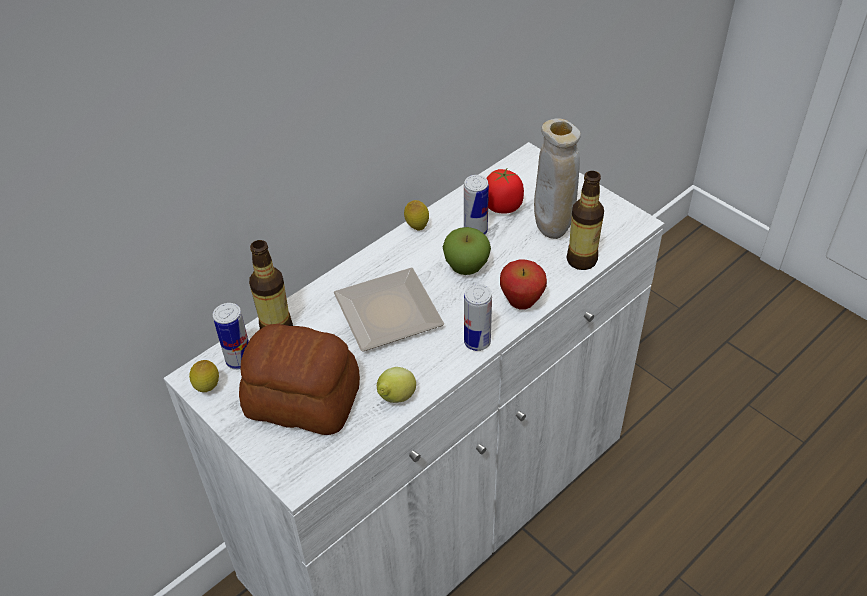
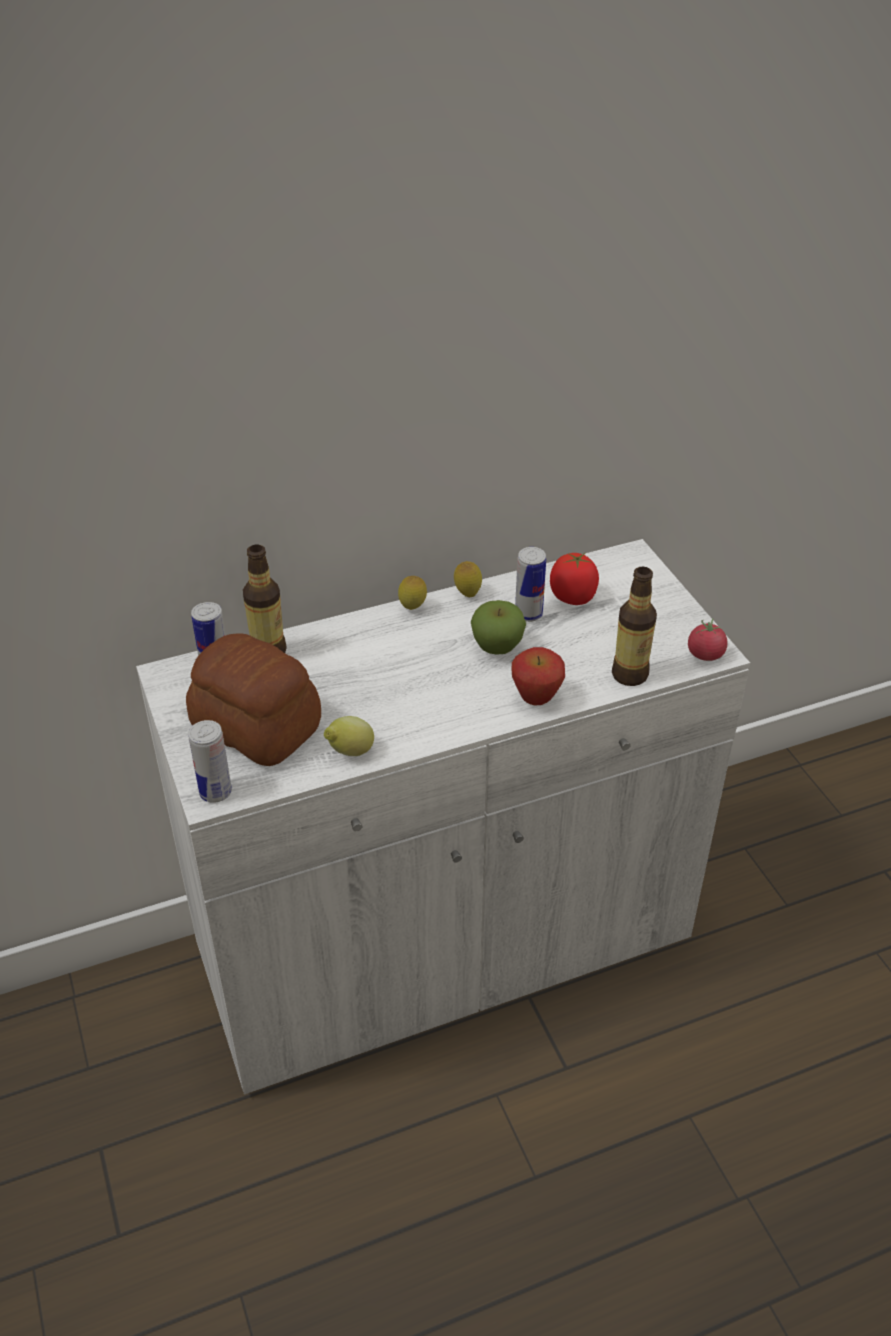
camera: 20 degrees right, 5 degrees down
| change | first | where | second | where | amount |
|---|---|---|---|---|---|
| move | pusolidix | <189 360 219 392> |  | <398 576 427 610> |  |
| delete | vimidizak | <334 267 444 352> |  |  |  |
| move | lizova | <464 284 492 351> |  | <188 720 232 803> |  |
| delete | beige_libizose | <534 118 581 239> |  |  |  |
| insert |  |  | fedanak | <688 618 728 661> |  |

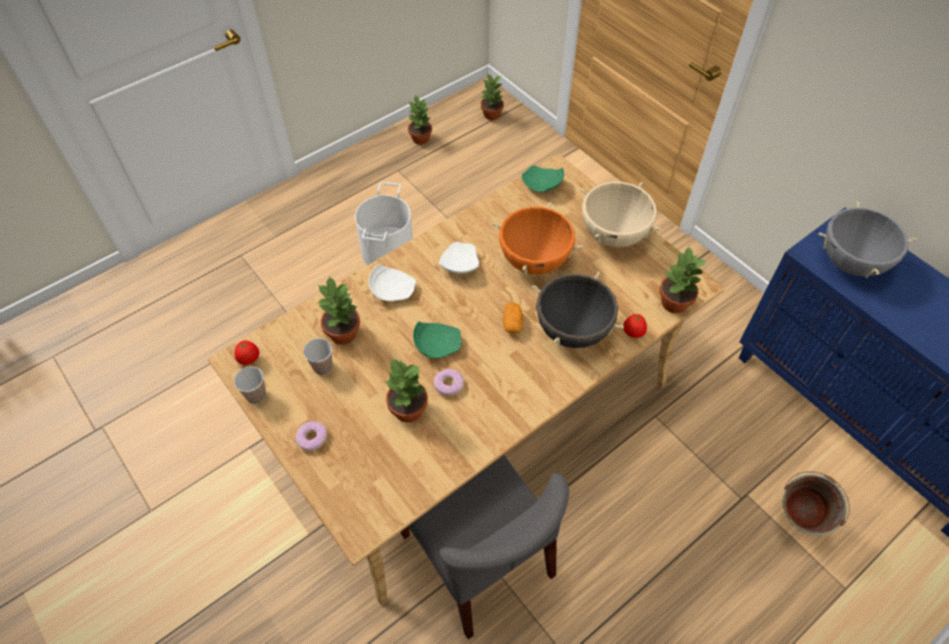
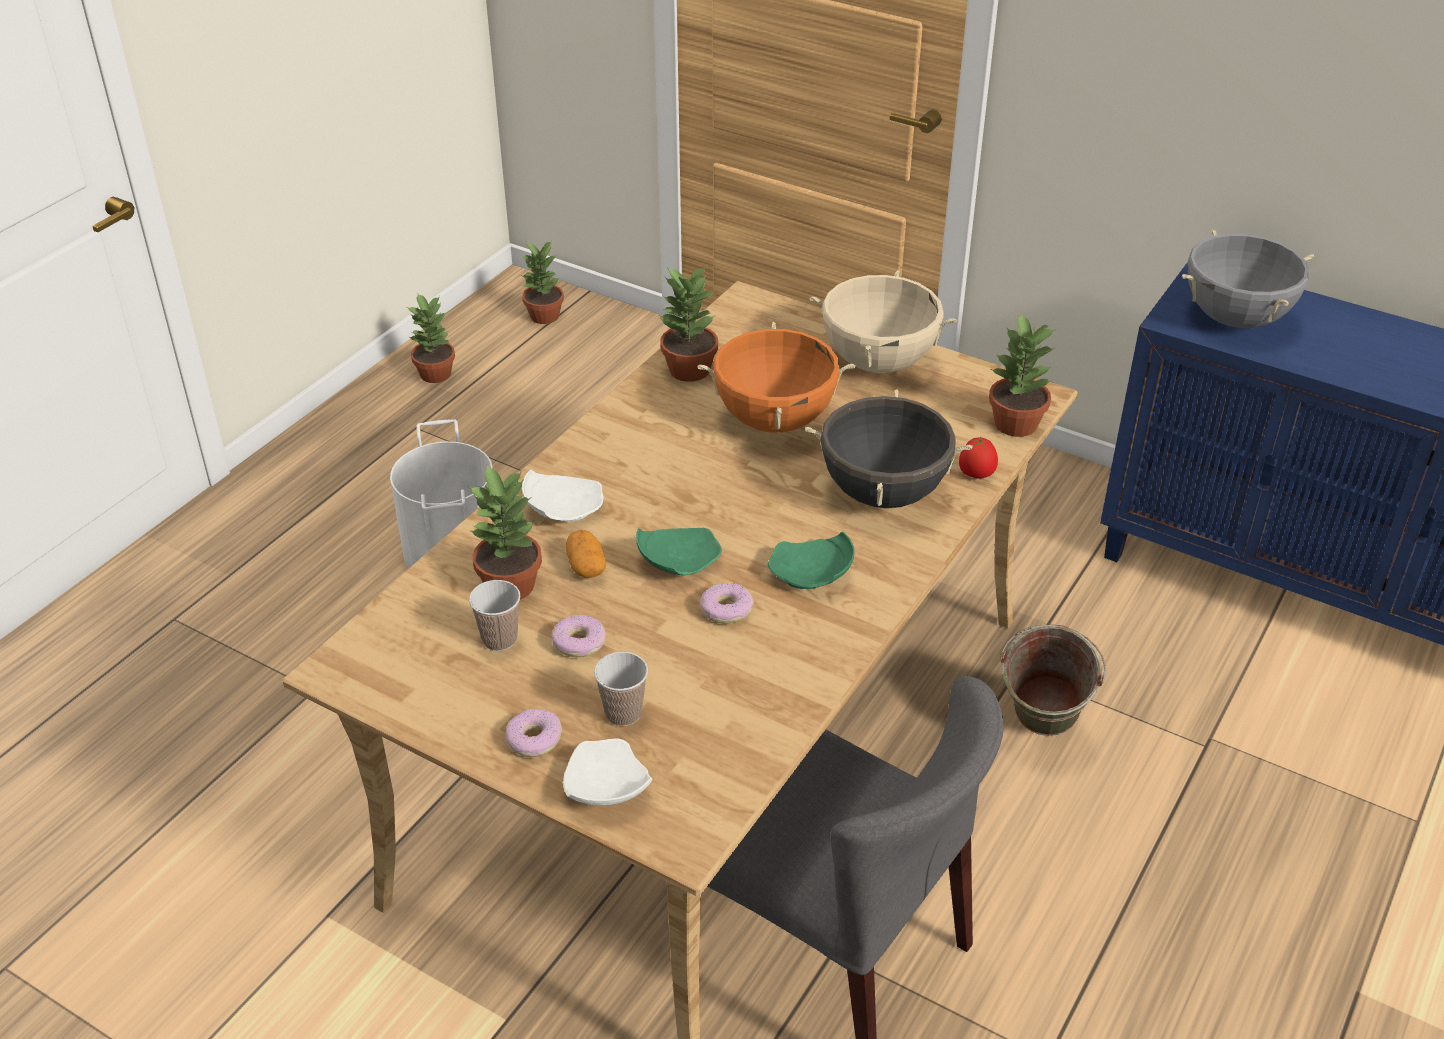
camera: 20 degrees left, 15 degrees down
| change | first | where | second | where | amount |
|---|---|---|---|---|---|
| move | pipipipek | <234 366 266 404> |  | <594 652 648 726> |  |
| delete | fedanak | <235 341 259 365> |  |  |  |
| move | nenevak | <384 358 428 422> |  | <659 267 718 382> |  |
| move | white_vimidizak | <439 242 479 274> |  | <563 739 653 806> |  |
| move | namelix | <503 303 523 334> |  | <566 530 606 578> |  |
| move | green_vimidizak | <522 165 564 192> |  | <768 532 855 589> |  |
| move | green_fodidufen | <782 471 850 535> |  | <1000 625 1106 736> |  |
| insert |  |  | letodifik | <551 615 605 657> |  |

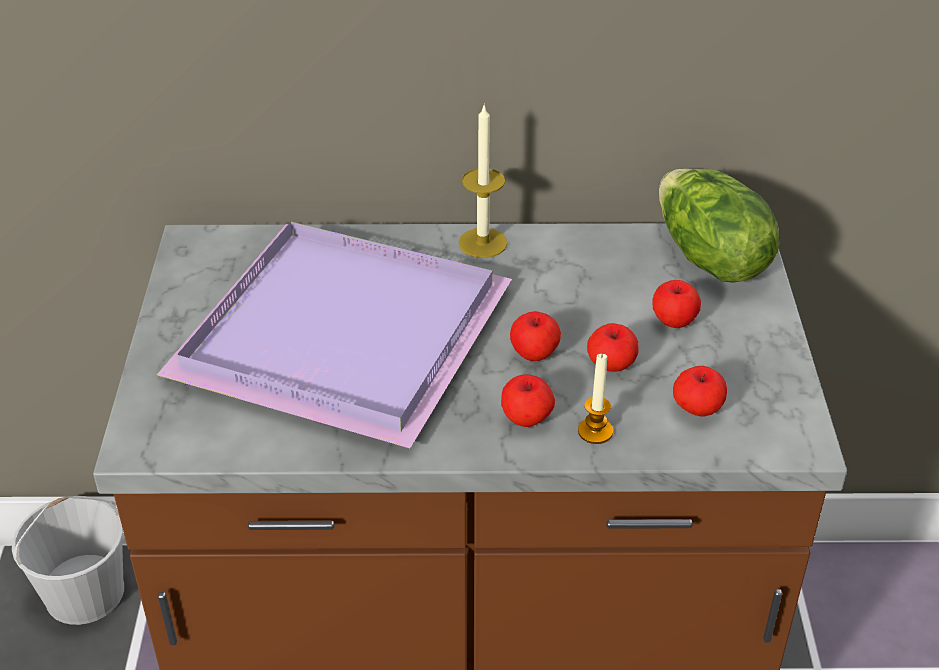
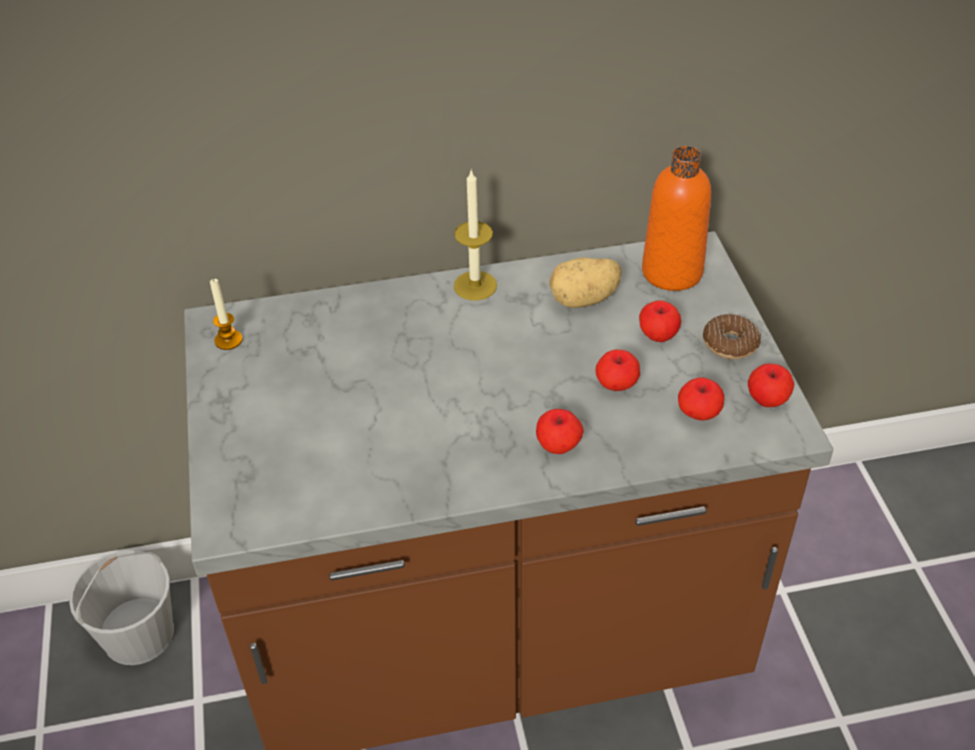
camera: 10 degrees left, 5 degrees up
| change | first | where | second | where | amount |
|---|---|---|---|---|---|
| delete | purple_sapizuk | <157 222 512 448> |  |  |  |
| move | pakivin | <510 311 561 361> |  | <748 363 794 407> |  |
| move | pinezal | <578 353 613 444> |  | <210 278 243 350> |  |
| replace | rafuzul | <659 169 780 283> | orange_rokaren | <642 146 711 291> |  |
| insert |  |  | namelix | <549 257 621 308> |  |
| insert |  |  | letodifik | <703 314 761 359> |  |

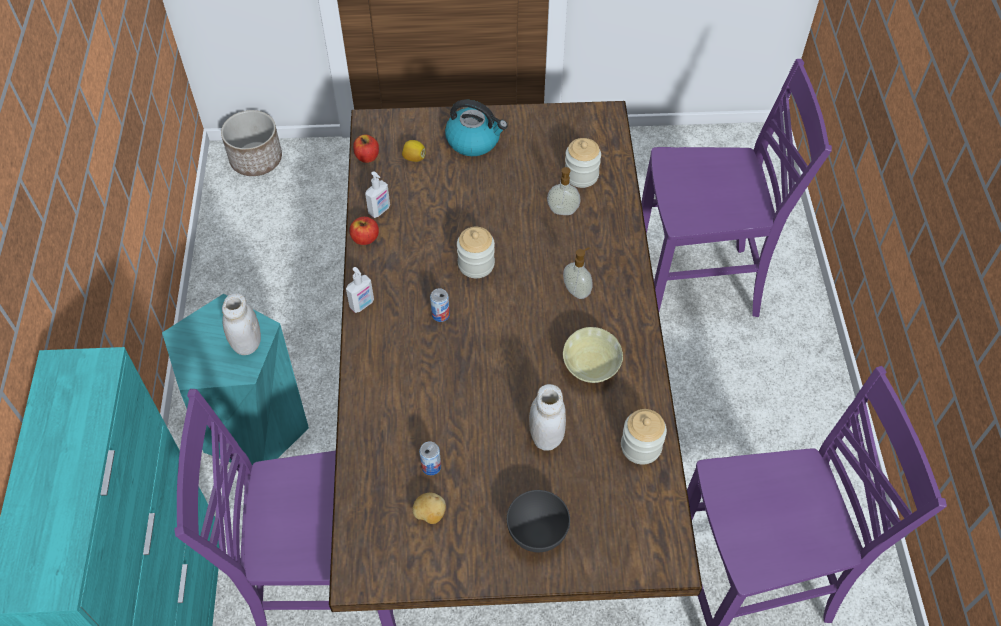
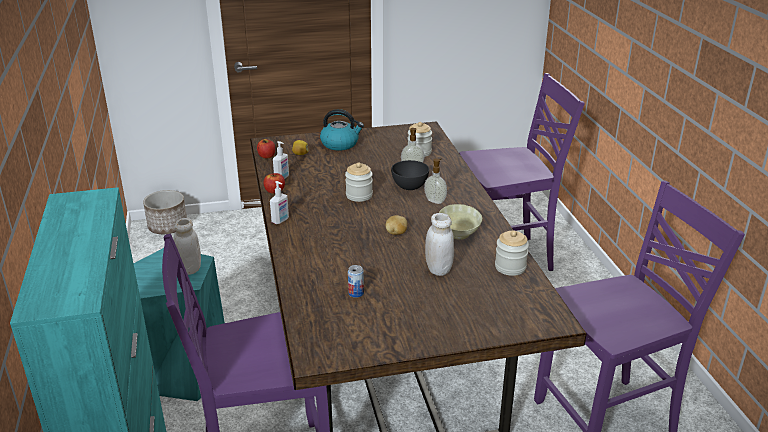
camera: 10 degrees left, 25 degrees down
| change | first | where | second | where | amount |
|---|---|---|---|---|---|
| move | namelix | <412 493 446 524> |  | <386 215 407 235> |  |
| delete | lizova | <430 288 450 322> |  |  |  |
| move | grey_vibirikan | <507 490 570 552> |  | <391 160 429 190> |  |

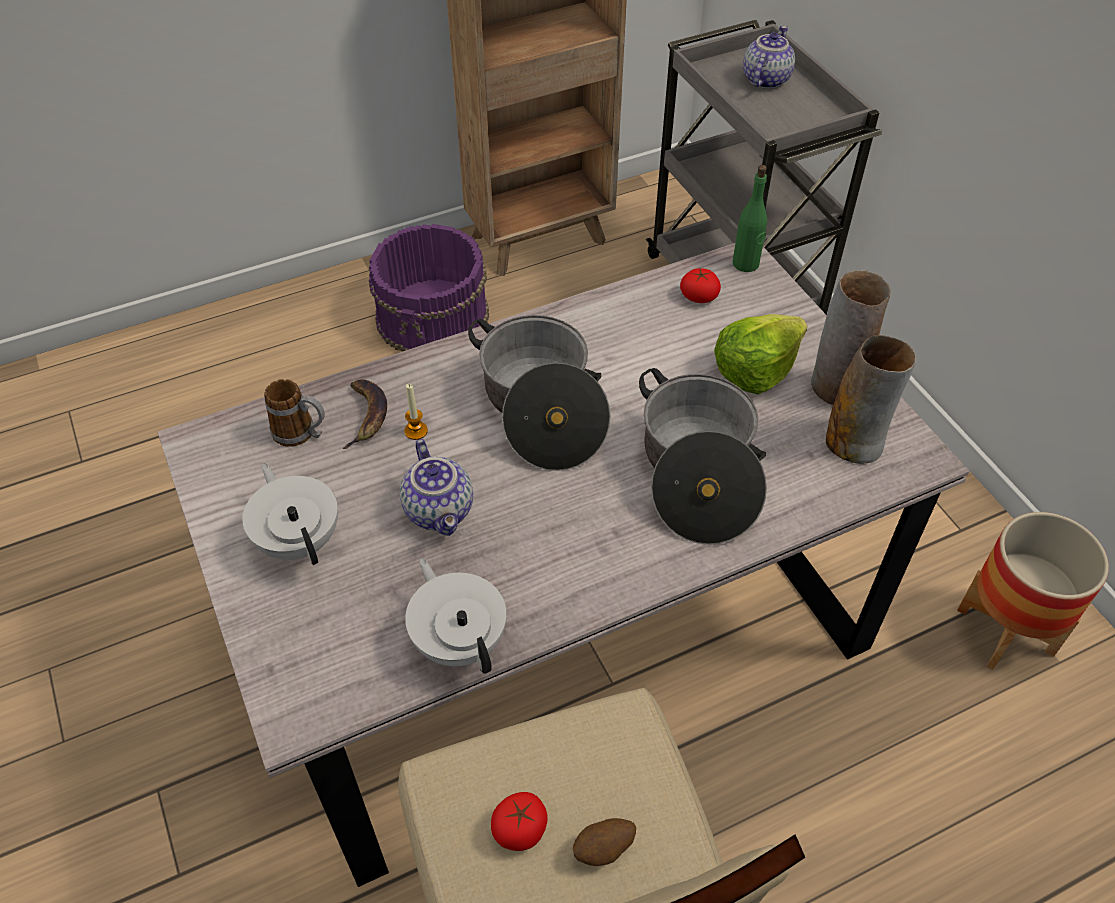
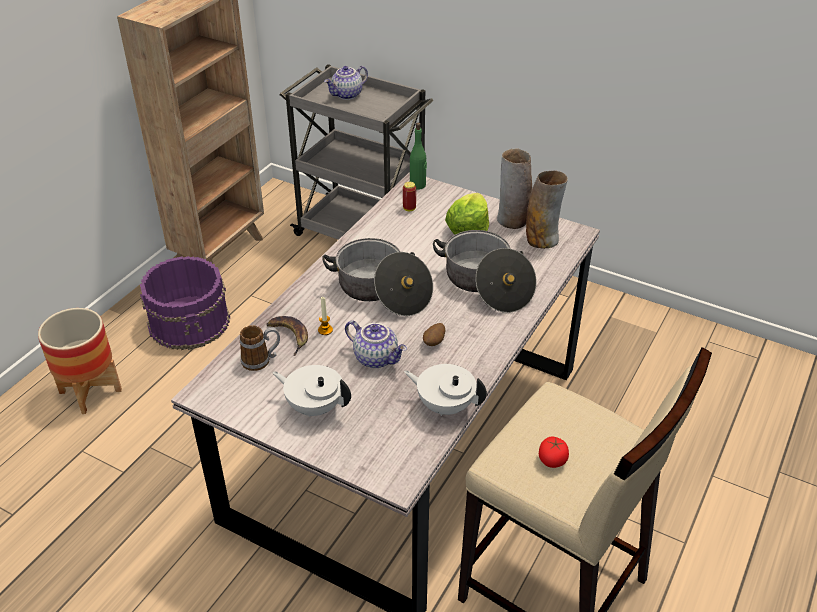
camera: 35 degrees left, 10 degrees down
| change | first | where | second | where | amount |
|---|---|---|---|---|---|
| move | namelix | <573 818 636 866> |  | <423 323 445 346> |  |
| replace | fedanak | <680 268 721 303> | lizova | <403 182 416 211> |  |
| rotate | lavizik | <743 26 795 89> |  | <324 66 368 100> | 120 degrees counterclockwise |
| move | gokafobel | <957 512 1109 670> |  | <38 308 122 414> |  |

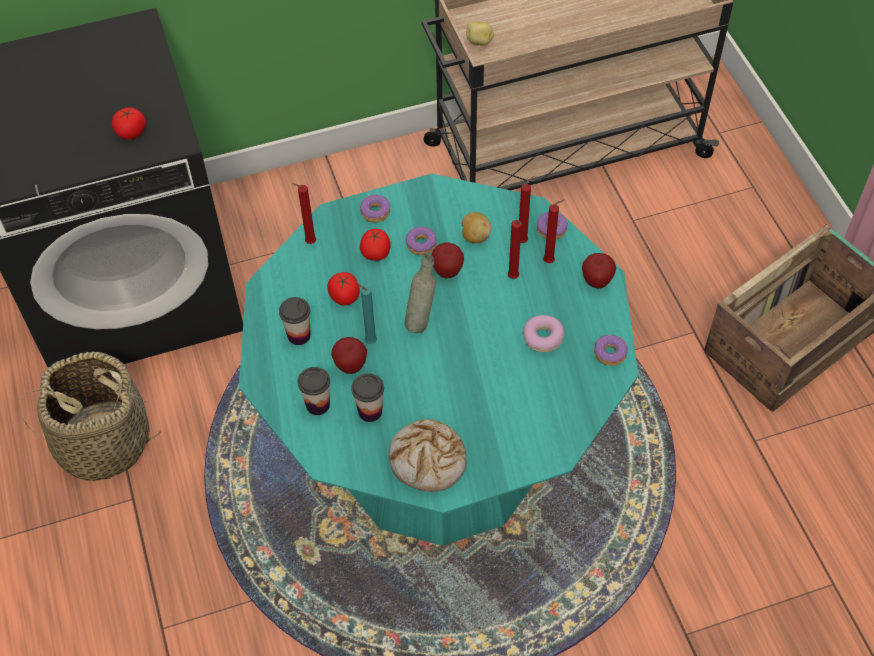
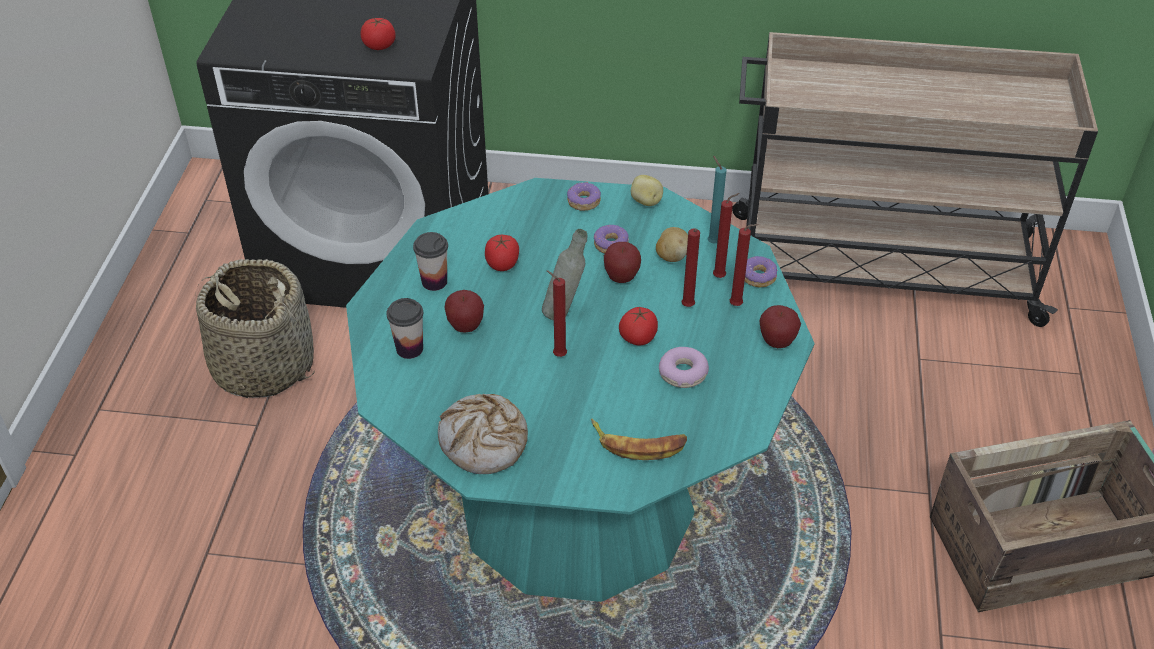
camera: 25 degrees right, 10 degrees down
| change | first | where | second | where | amount |
|---|---|---|---|---|---|
| move | red_pinezal | <292 183 316 244> |  | <547 271 567 357> |  |
| delete | pipipipek | <351 374 384 422> |  |  |  |
| move | turquoise_pinezal | <355 281 377 344> |  | <708 155 727 243> |  |
| move | fedanak | <360 229 391 261> |  | <619 306 658 346> |  |
| move | namelix | <466 22 494 46> |  | <631 175 663 206> |  |
| delete | letodifik | <594 335 628 366> |  |  |  |
| insert |  |  | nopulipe | <591 419 687 460> |  |

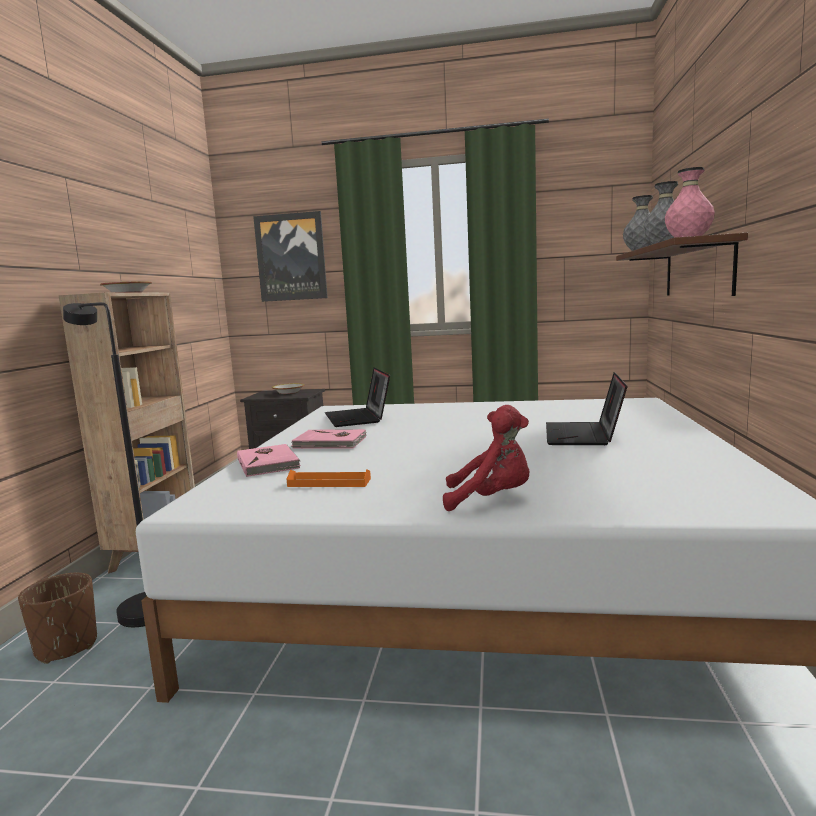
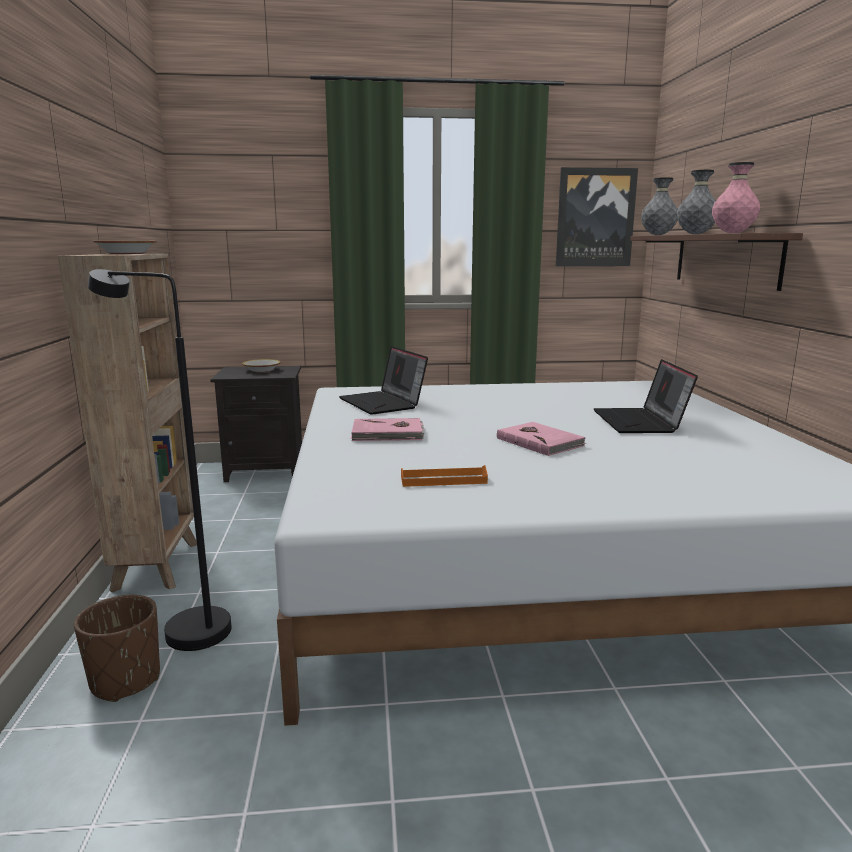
camera: 15 degrees left, 5 degrees up
| change | first | where | second | where | amount |
|---|---|---|---|---|---|
| move | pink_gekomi | <237 444 301 477> |  | <497 422 586 456> |  |
| move | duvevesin | <253 211 328 302> |  | <556 167 638 266> |  |
| delete | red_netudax | <443 405 530 511> |  |  |  |

